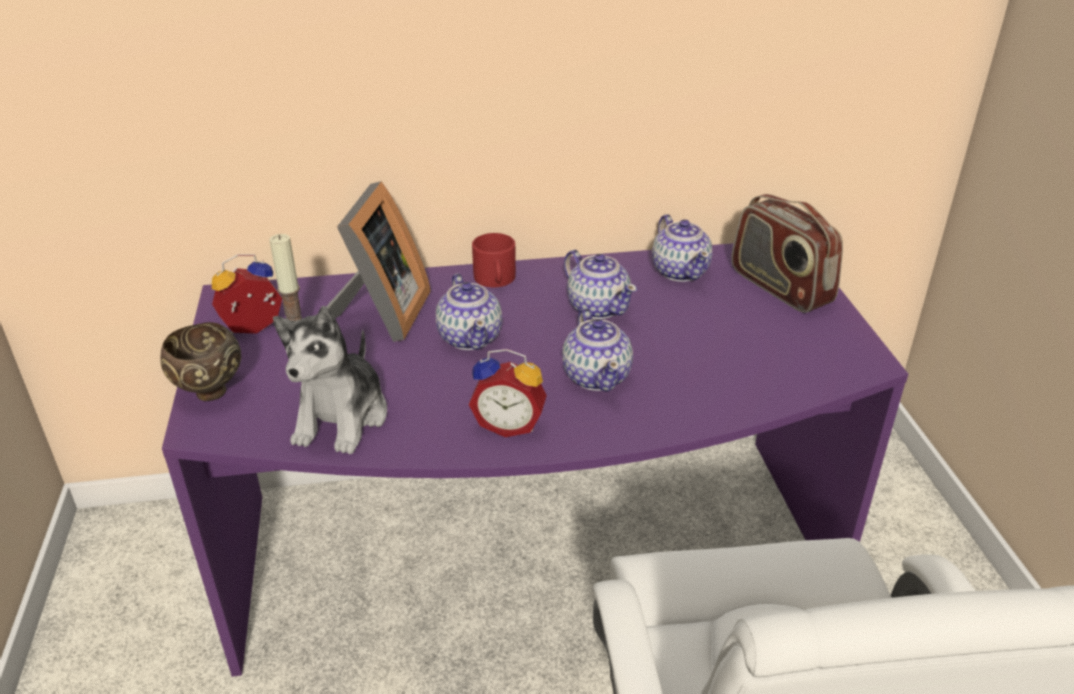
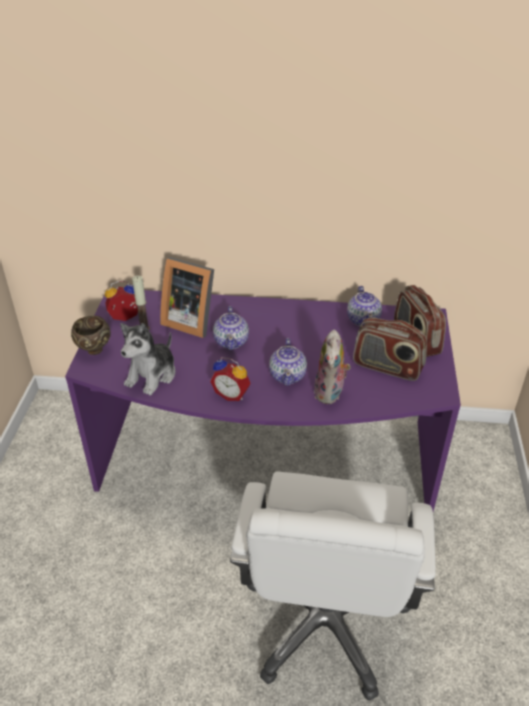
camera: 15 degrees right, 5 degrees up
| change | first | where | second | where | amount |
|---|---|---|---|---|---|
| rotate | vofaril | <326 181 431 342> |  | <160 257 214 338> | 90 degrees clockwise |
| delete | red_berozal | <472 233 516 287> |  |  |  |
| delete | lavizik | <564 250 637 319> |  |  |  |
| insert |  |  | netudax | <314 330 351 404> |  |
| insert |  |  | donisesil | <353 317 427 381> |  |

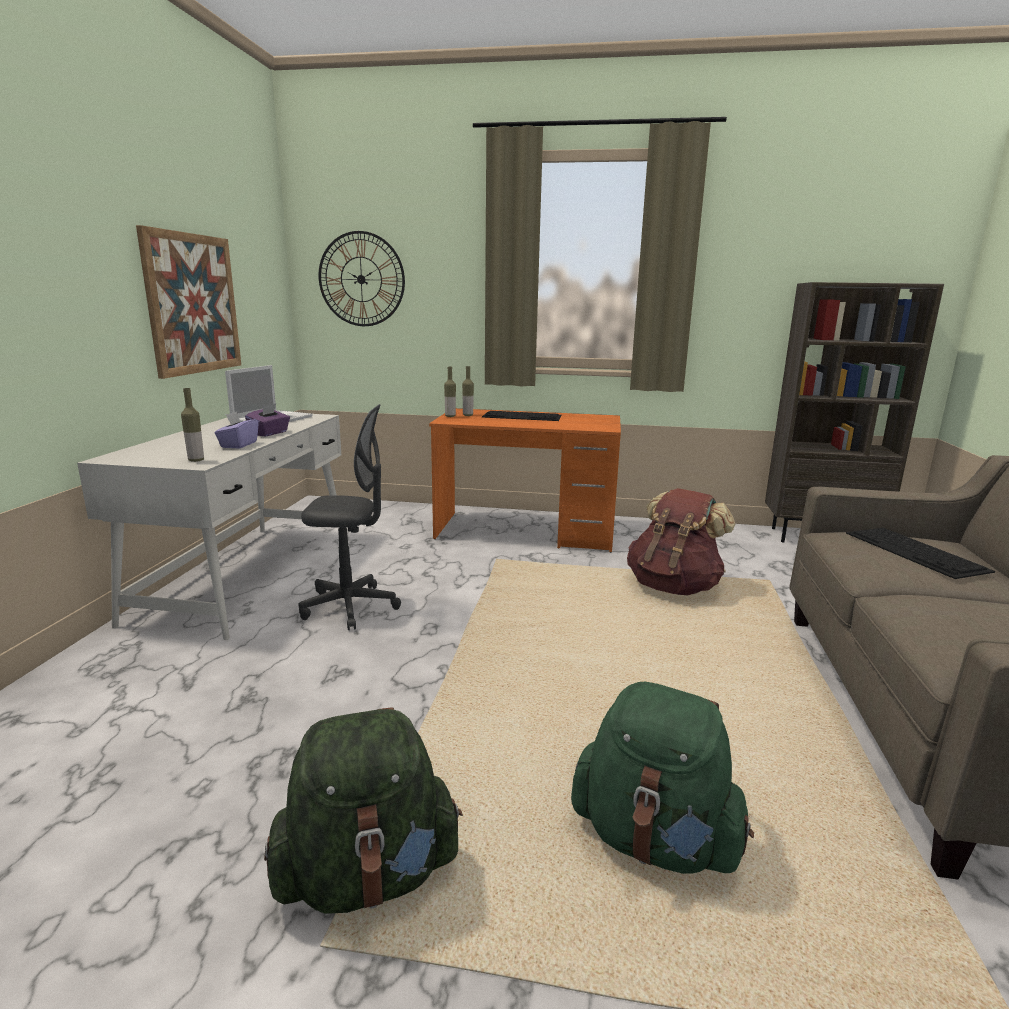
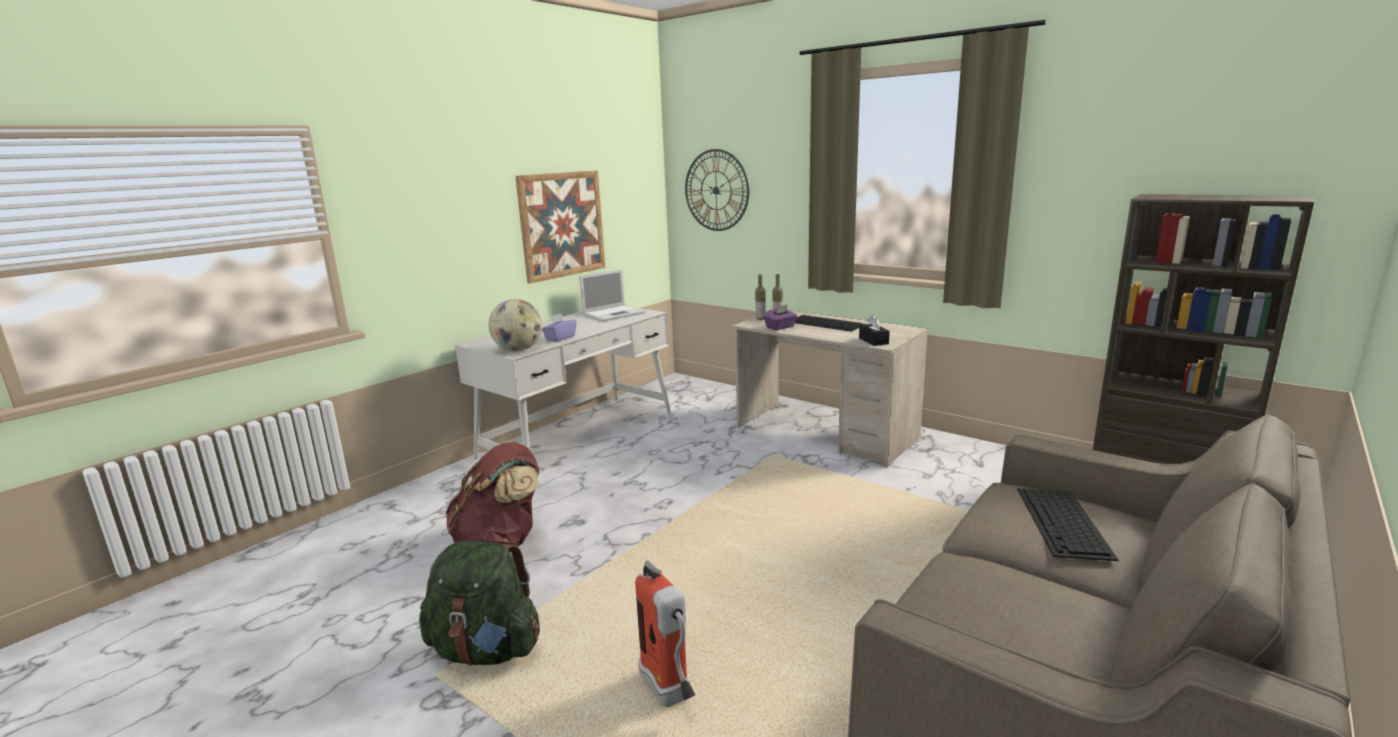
camera: 30 degrees right, 0 degrees up
| change | first | where | second | where | amount |
|---|---|---|---|---|---|
| replace | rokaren | <181 388 204 462> | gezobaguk | <488 299 542 351> |  |
| move | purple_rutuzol | <245 404 290 436> |  | <764 305 797 331> |  |
| delete | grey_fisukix | <299 404 401 630> |  |  |  |
| recolor | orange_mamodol | <429 408 621 552> | beige_mamodol | <732 311 928 467> |  |
| replace | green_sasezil | <571 682 754 874> | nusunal | <635 560 695 707> |  |
| move | brown_sasezil | <627 488 735 595> |  | <446 442 539 553> |  |
| insert |  |  | black_rutuzol | <859 315 890 346> |  |

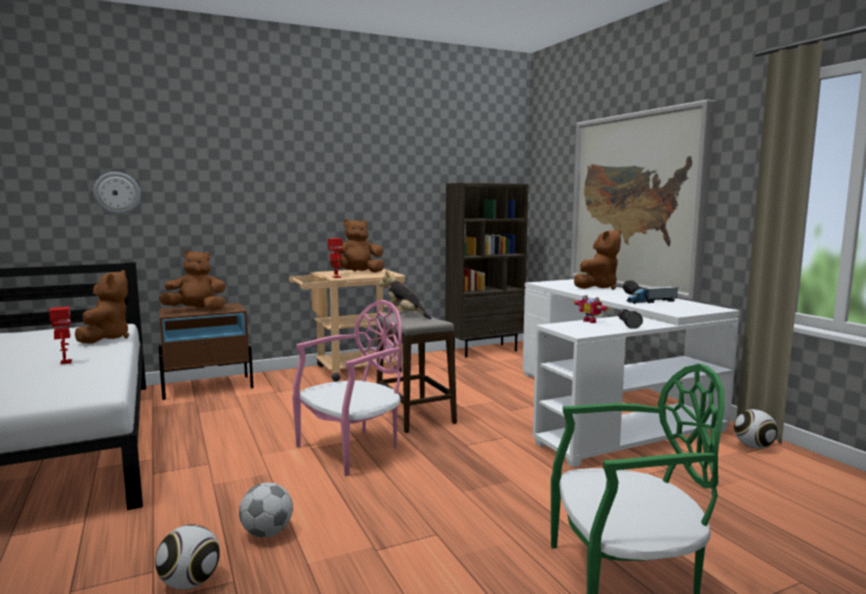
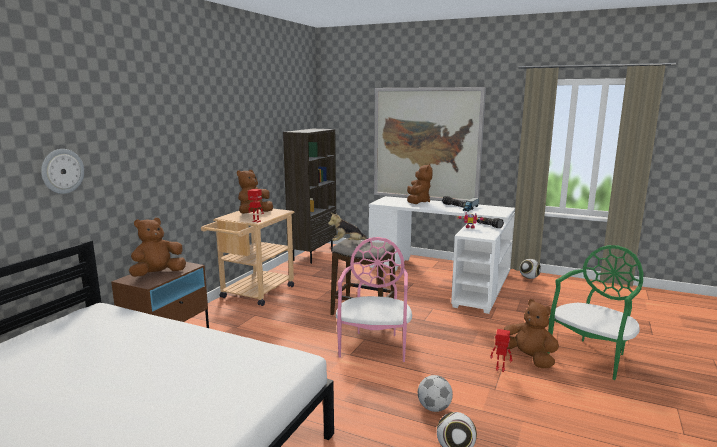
camera: 40 degrees left, 5 degrees up
| change | first | where | second | where | amount |
|---|---|---|---|---|---|
| move | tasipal | <49 307 72 364> |  | <490 329 513 372> |  |
| move | brown_netudax | <75 270 129 343> |  | <503 299 559 368> |  |

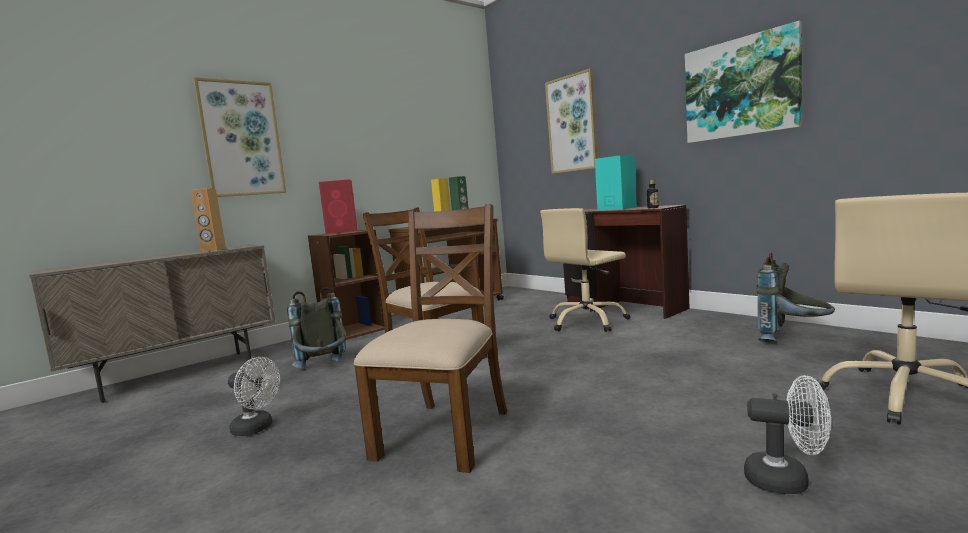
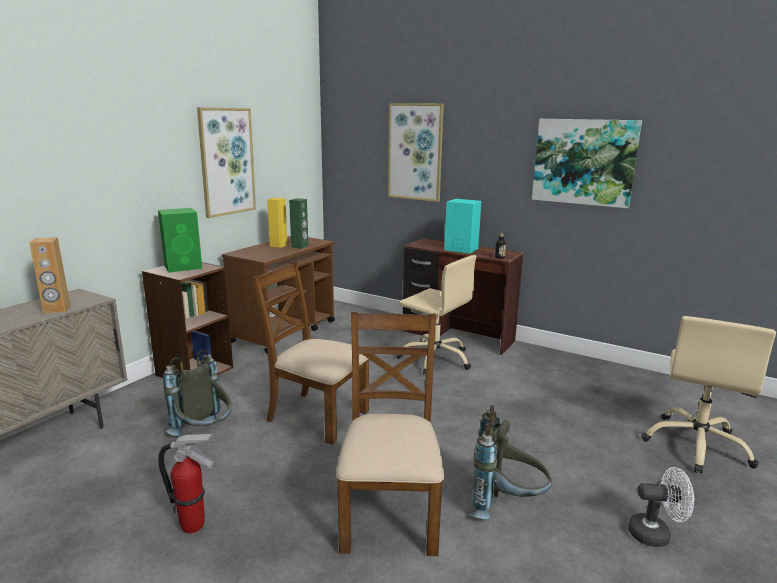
camera: 20 degrees left, 10 degrees up
| change | first | where | second | where | amount |
|---|---|---|---|---|---|
| move | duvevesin | <193 77 286 197> |  | <197 107 256 218> |  |
| replace | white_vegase | <228 357 280 436> | nusunal | <158 434 214 534> |  |
| recolor | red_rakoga | <319 179 358 234> | green_rakoga | <158 208 202 273> |  |
| rotate | beige_fisukix | <540 208 630 332> |  | <396 255 476 374> | 90 degrees counterclockwise |
| move | grey_sasezil | <757 253 835 342> |  | <471 405 552 519> |  |

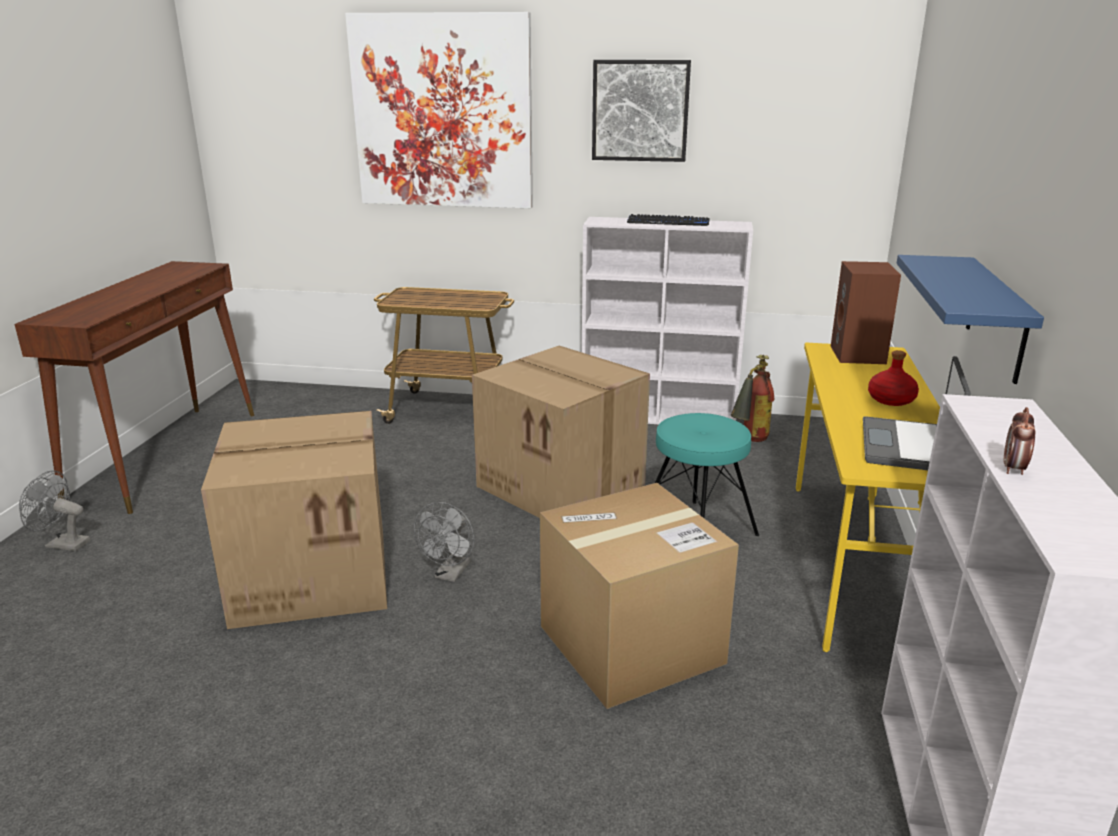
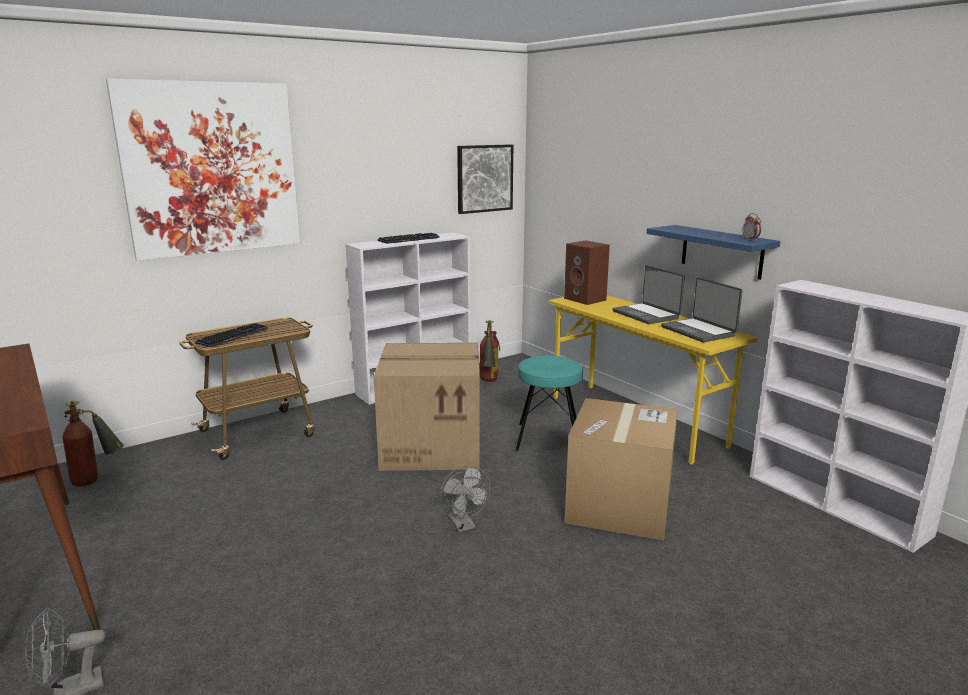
camera: 45 degrees left, 5 degrees down
| change | first | where | second | where | amount |
|---|---|---|---|---|---|
| delete | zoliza | <201 411 387 629> |  |  |  |
| move | duvevesin | <592 60 691 162> |  | <457 144 513 214> |  |
| replace | red_rokaren | <868 350 919 406> | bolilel | <613 265 685 324> |  |
| move | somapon | <1004 407 1035 475> |  | <742 213 761 241> |  |
| insert |  |  | nusunal | <63 401 124 487> |  |
| insert |  |  | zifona | <195 323 268 347> |  |

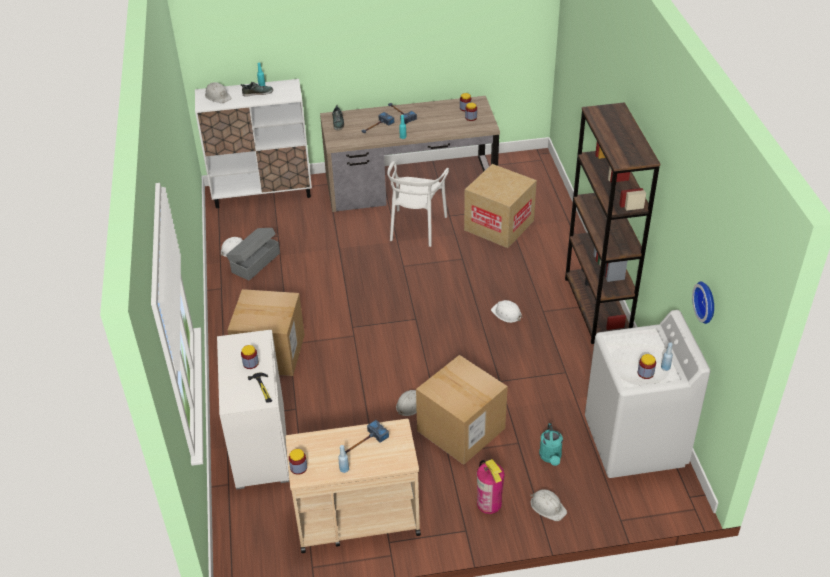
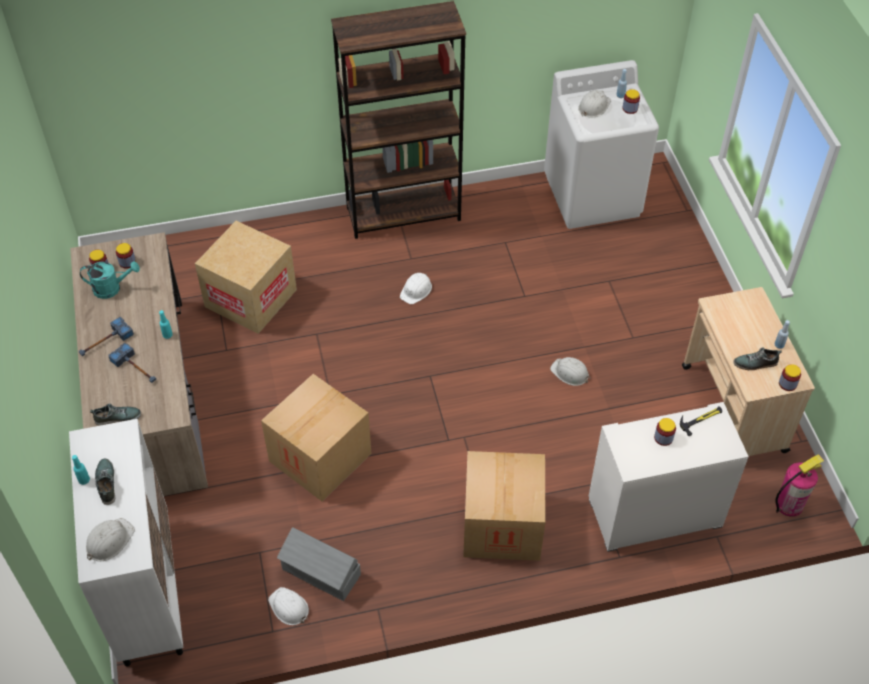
camera: 95 degrees left, 10 degrees up
| change | first | where | second | where | amount |
|---|---|---|---|---|---|
| delete | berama | <345 420 389 454> |  |  |  |
| delete | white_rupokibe | <387 161 449 247> |  |  |  |
| move | zoliza | <416 355 508 465> |  | <261 374 371 501> |  |
| move | nusunal | <477 459 504 514> |  | <775 454 824 517> |  |
| move | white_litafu | <530 489 567 521> |  | <578 90 611 117> |  |
| move | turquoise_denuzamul | <539 423 563 466> |  | <80 261 140 299> |  |
| delete | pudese | <692 281 714 324> |  |  |  |
| insert |  |  | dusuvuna | <733 347 782 370> |  |

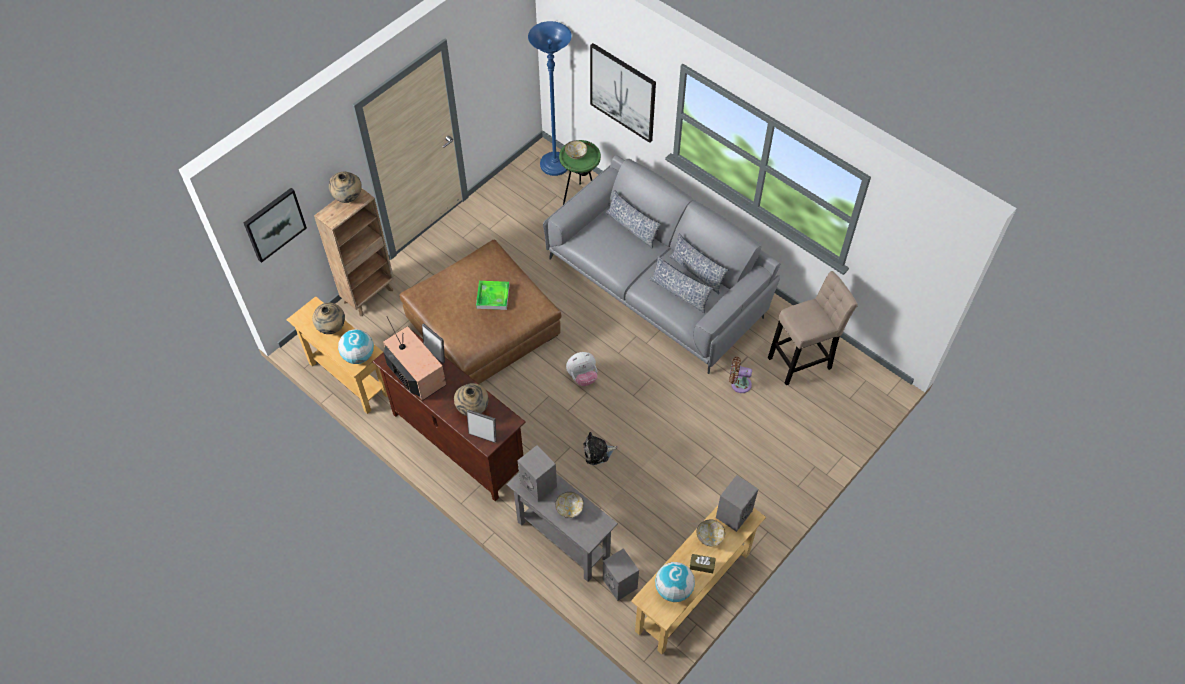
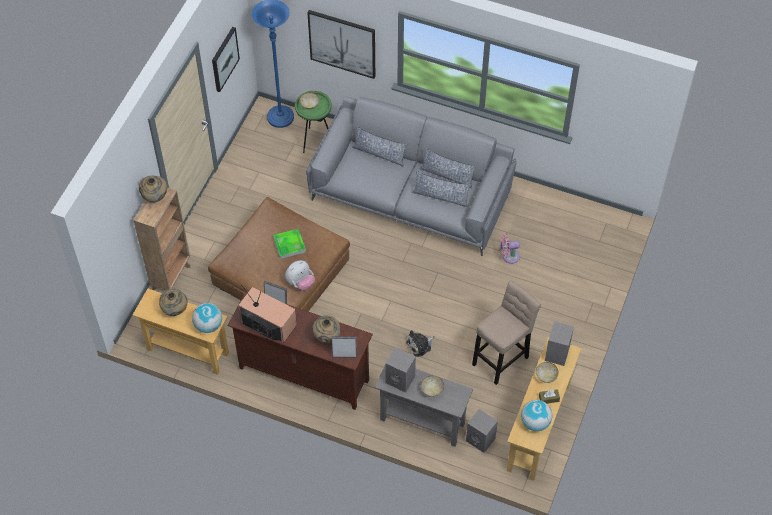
camera: 20 degrees left, 0 degrees up
| change | first | where | second | where | amount |
|---|---|---|---|---|---|
| move | duvevesin | <244 188 307 263> |  | <212 27 240 92> |  |
| move | netudax | <566 352 598 386> |  | <285 260 315 290> |  |
| recolor | brown_vegase | <729 357 752 393> | pink_vegase | <500 234 520 264> |  |
| move | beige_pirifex | <768 271 858 385> |  | <472 281 541 385> |  |

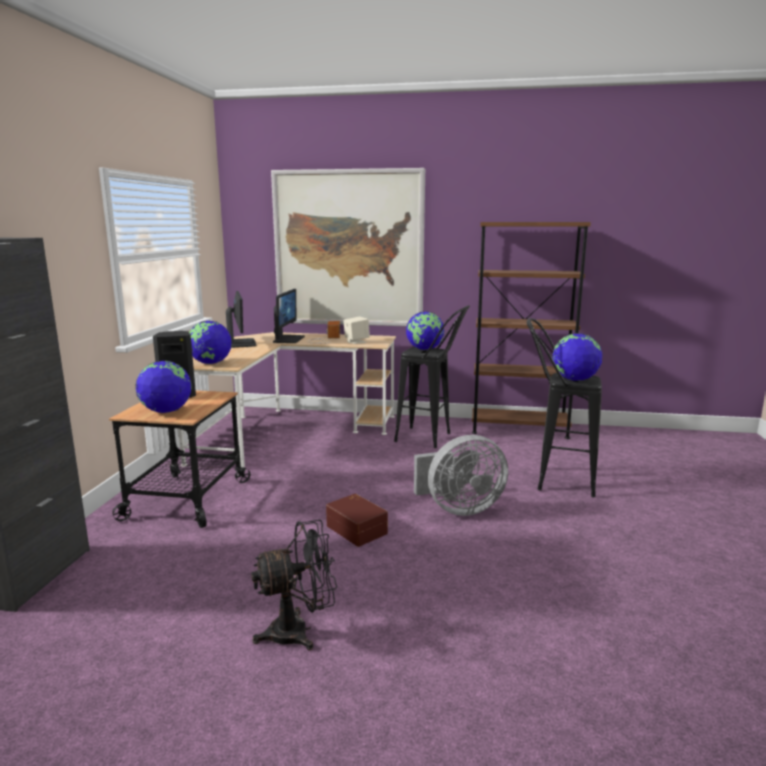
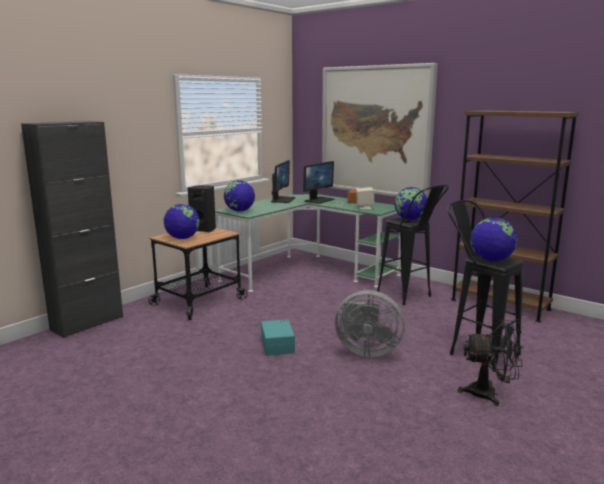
camera: 30 degrees right, 0 degrees up
| change | first | where | second | where | amount |
|---|---|---|---|---|---|
| recolor | beige_mamodol | <178 332 396 470> | green_mamodol | <215 194 401 292> |  |
| move | black_vegase | <251 519 337 651> |  | <458 319 523 406> |  |
| recolor | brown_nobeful | <326 494 388 547> | turquoise_nobeful | <261 319 295 356> |  |

